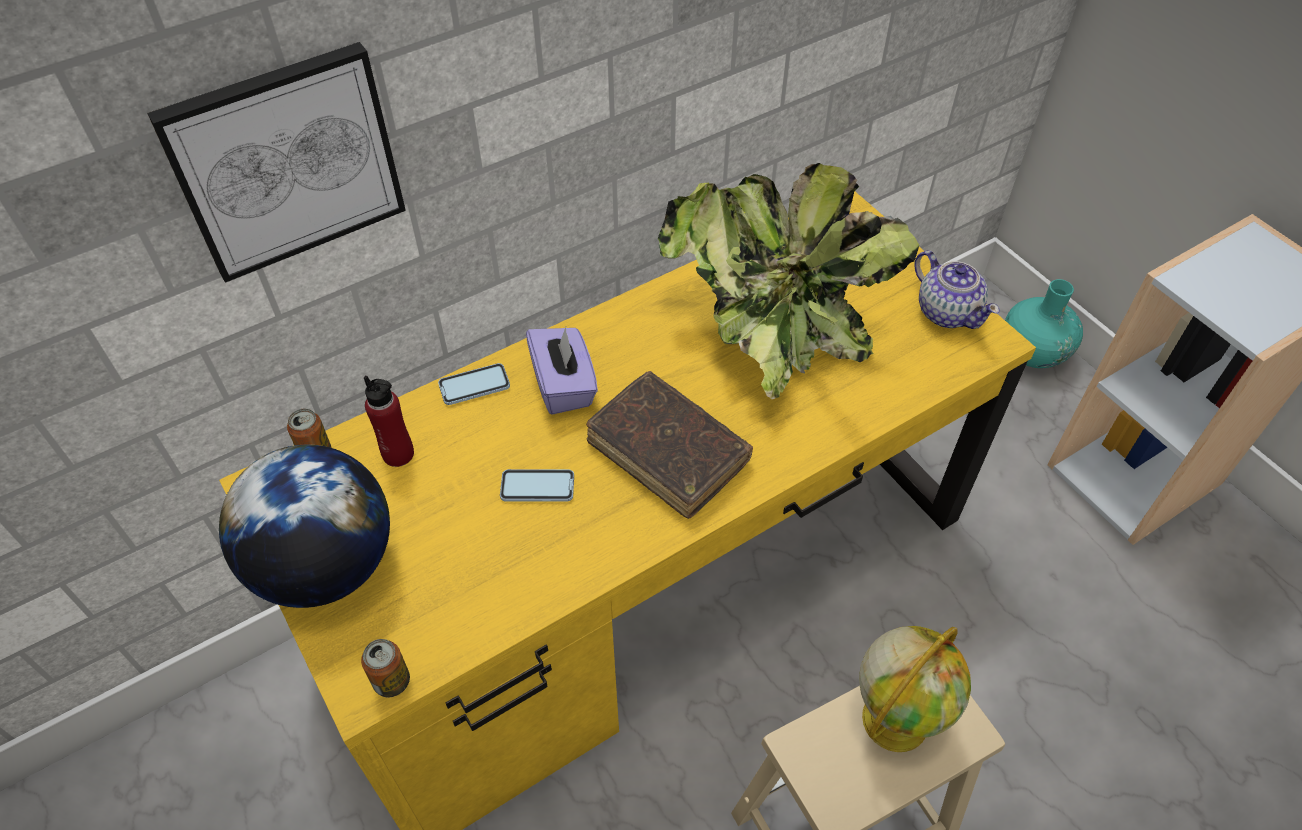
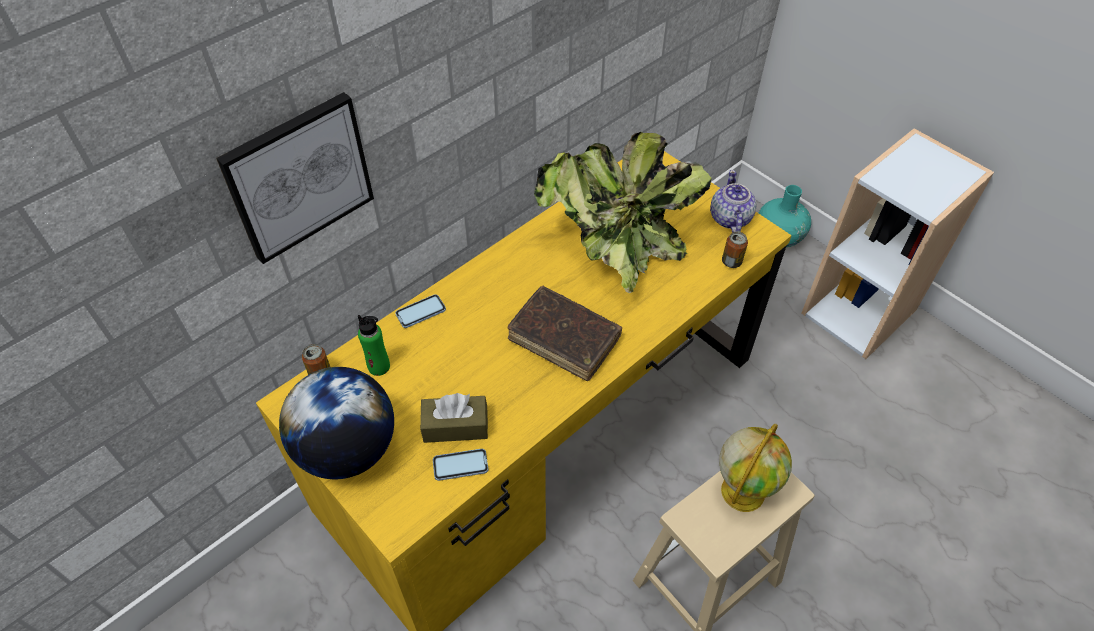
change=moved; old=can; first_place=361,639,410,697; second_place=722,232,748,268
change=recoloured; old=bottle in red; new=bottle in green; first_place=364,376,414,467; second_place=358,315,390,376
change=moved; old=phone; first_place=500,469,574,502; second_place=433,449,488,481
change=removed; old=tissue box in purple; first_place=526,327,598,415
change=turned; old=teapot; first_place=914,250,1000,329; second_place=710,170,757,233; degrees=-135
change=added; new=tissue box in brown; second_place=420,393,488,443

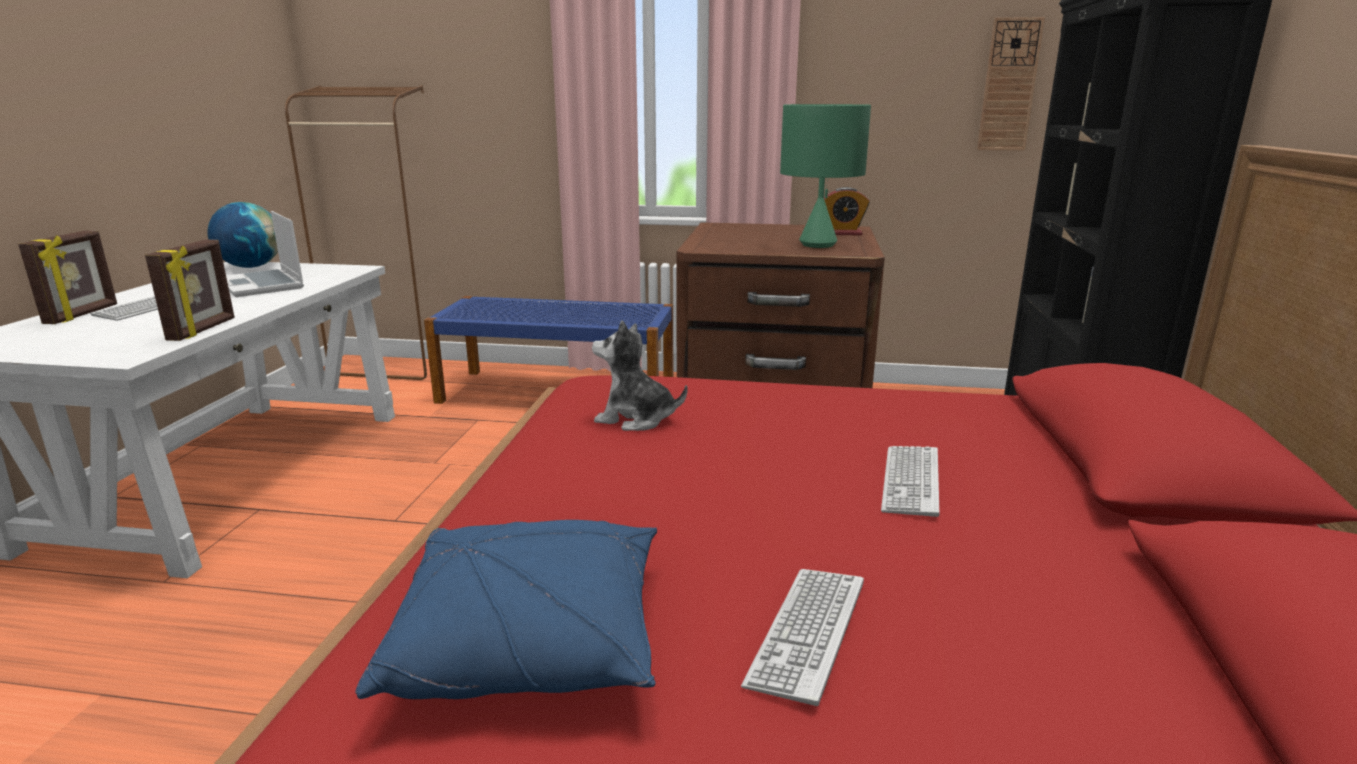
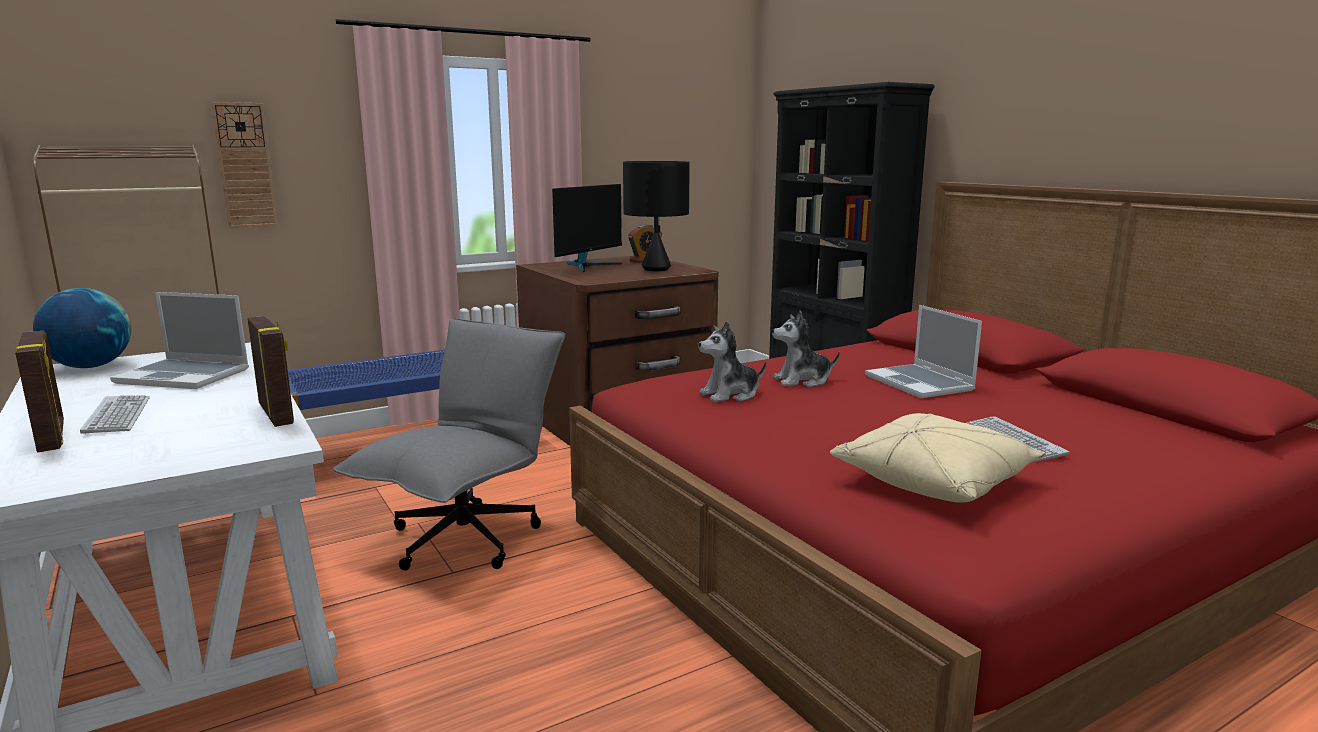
change=recoloured; old=pillow in blue; new=pillow in beige; first_place=355,520,657,699; second_place=830,413,1047,503
change=recoloured; old=table lamp in green; new=table lamp in black; first_place=780,104,871,248; second_place=623,161,690,271
change=replaced; old=keyboard; new=laptop; first_place=881,446,939,517; second_place=865,305,982,398
change=moved; old=wall clock; first_place=977,17,1045,150; second_place=211,102,278,228
change=added; new=office chair in grey; second_place=333,319,565,571
change=added; new=monitor; second_place=552,184,622,272
change=added; new=plush toy; second_place=772,310,840,387

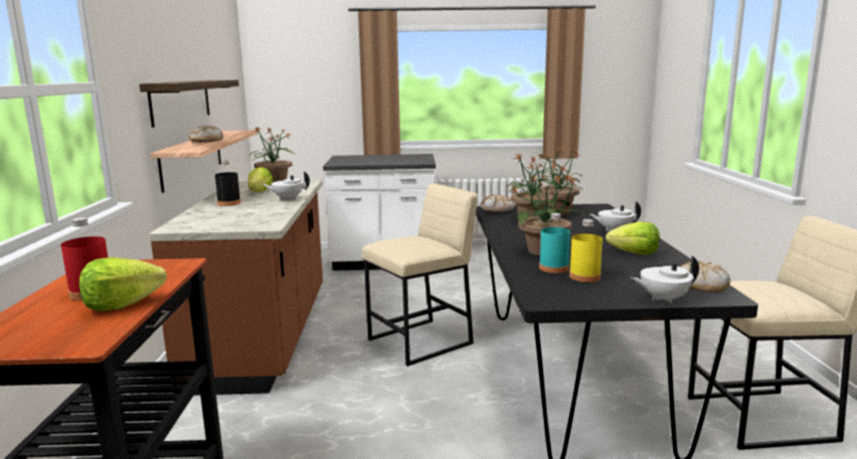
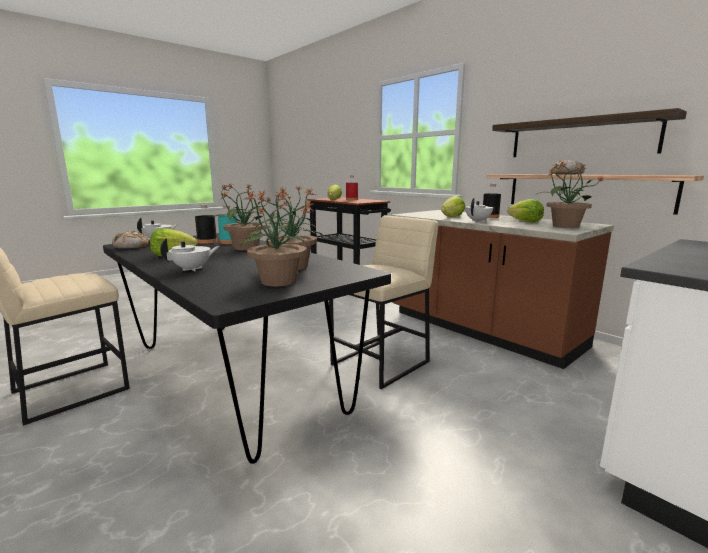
change=turned; old=chair in beige; first_place=362,183,478,366; second_place=329,215,438,389; degrees=-150
change=removed; old=bread; first_place=480,194,514,213
change=recoloured; old=bottle in yellow; new=bottle in black; first_place=569,219,603,282; second_place=195,205,217,244
change=added; new=lettuce; second_place=441,196,465,217

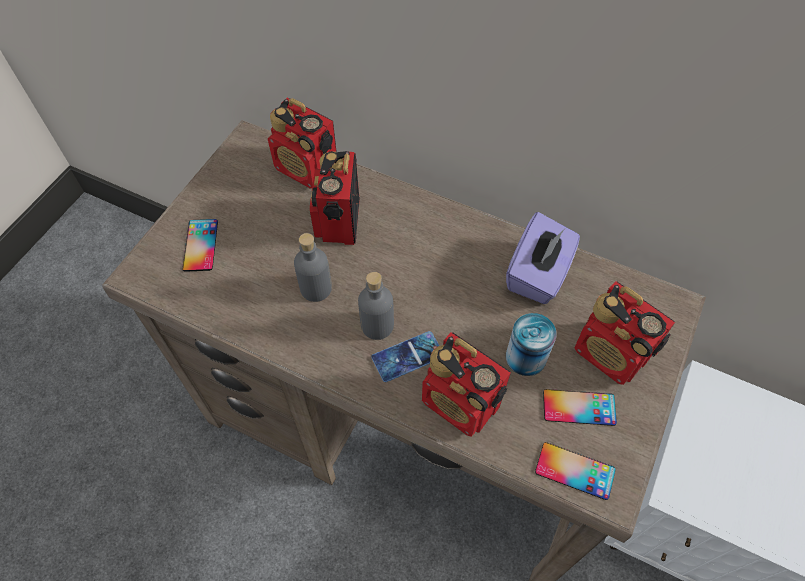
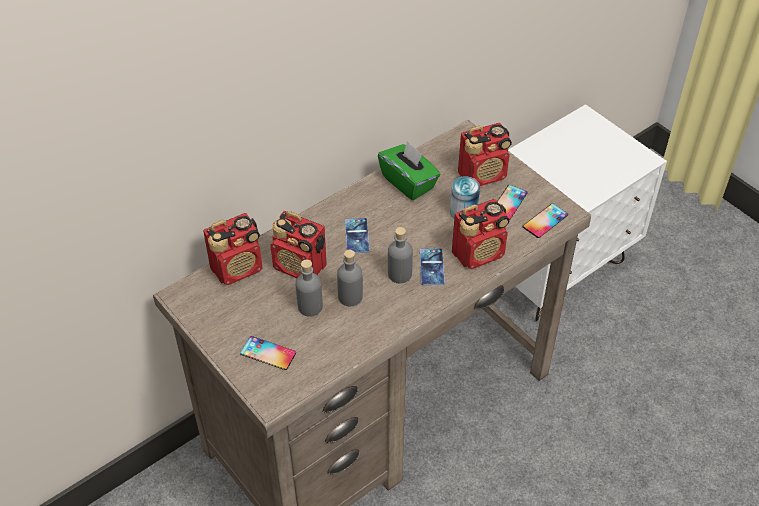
change=recoloured; old=tissue box in purple; new=tissue box in green; first_place=506,212,580,304; second_place=378,141,441,200
change=added; new=bottle in grey; second_place=295,259,323,317
change=added; new=phone; second_place=345,218,370,253

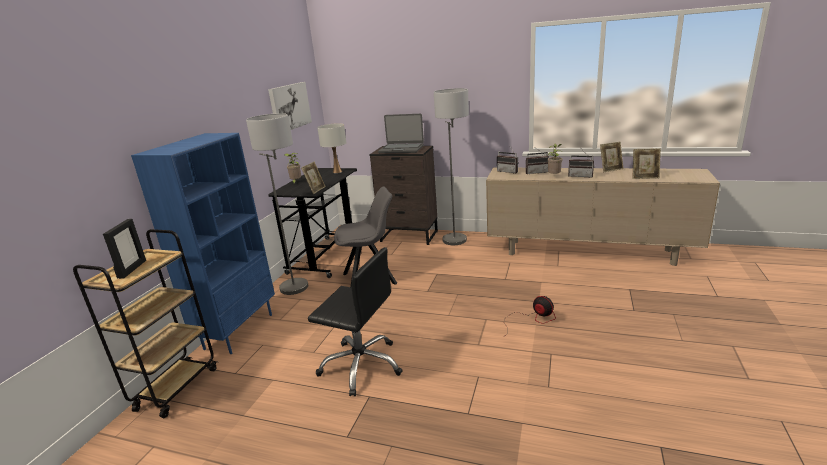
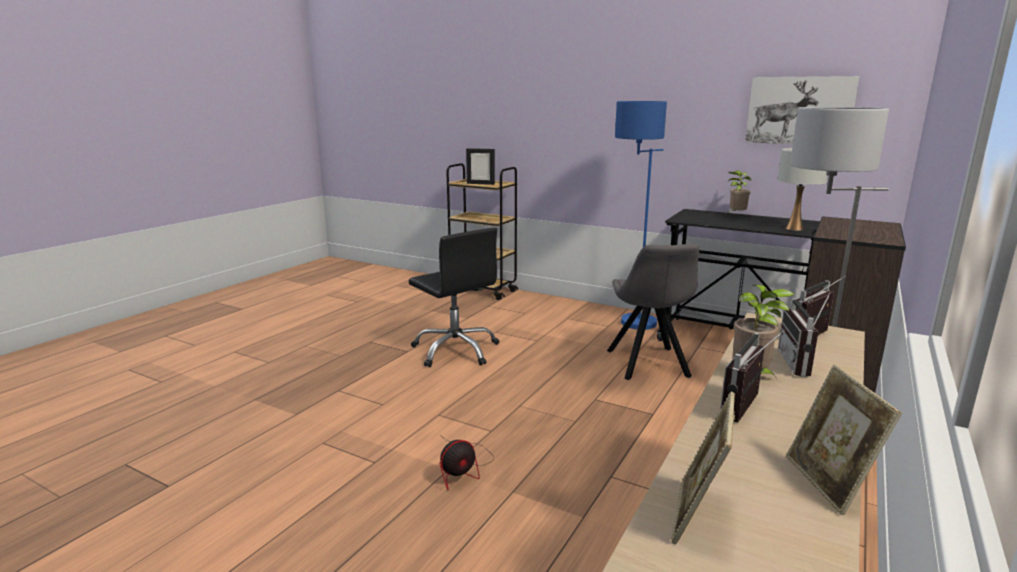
change=removed; old=bookcase in blue; first_place=131,133,275,354
change=recoloured; old=floor lamp in grey; new=floor lamp in blue; first_place=246,113,308,295; second_place=615,101,667,330
change=removed; old=picture frame; first_place=301,162,326,194
change=turned; old=office chair in black; first_place=308,247,403,396; second_place=409,228,499,367; degrees=-75
change=removed; old=laptop; first_place=378,114,424,153

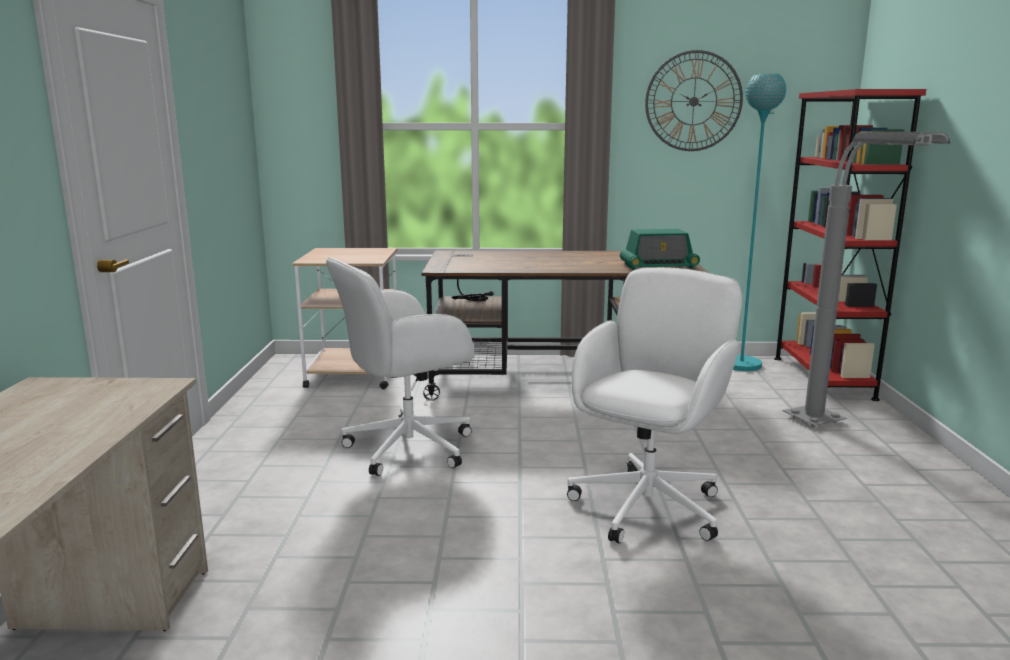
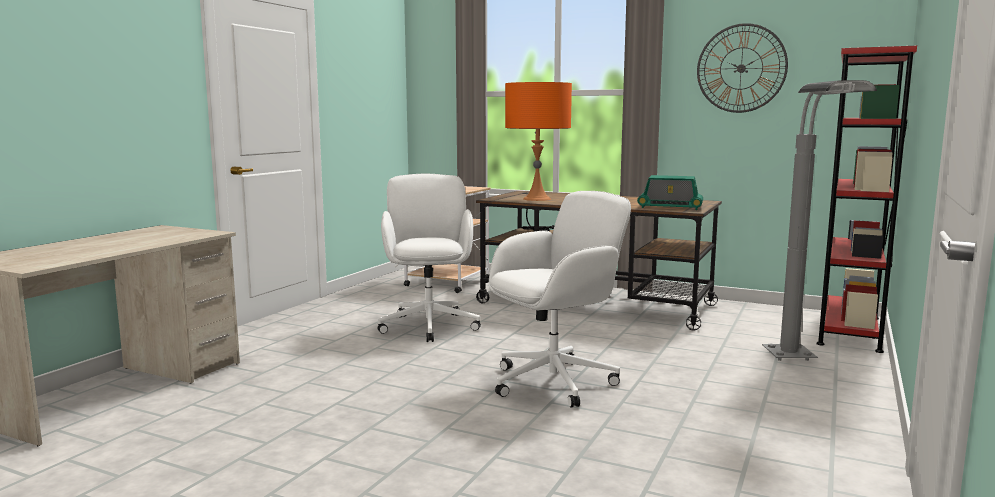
change=turned; old=office chair in white; first_place=326,258,475,476; second_place=378,174,481,342; degrees=90
change=removed; old=floor lamp in turquoise; first_place=733,74,786,371
change=added; new=table lamp in orange; second_place=505,82,572,201

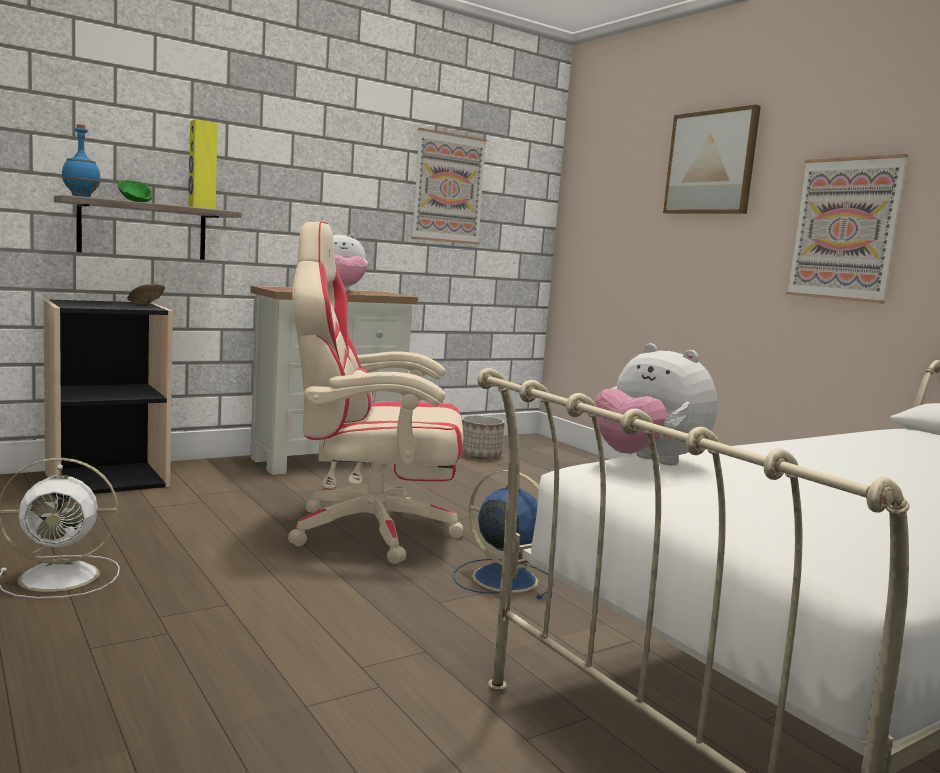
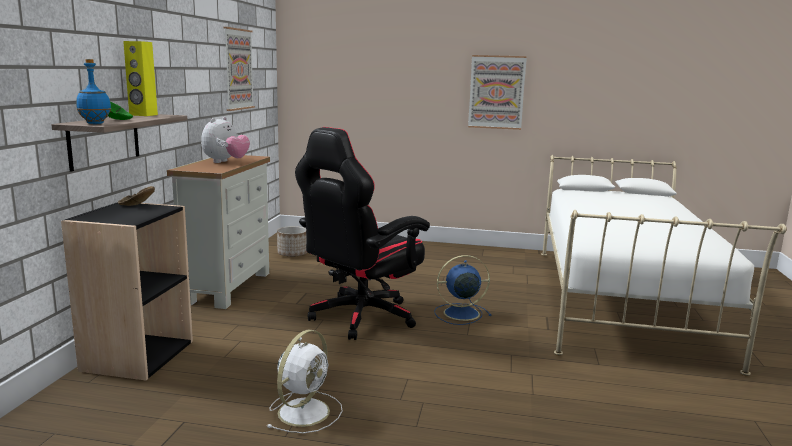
change=recoloured; old=office chair in beige; new=office chair in black; first_place=288,221,463,564; second_place=295,127,430,340
change=removed; old=plush toy; first_place=594,343,718,465
change=removed; old=picture; first_place=663,105,761,214

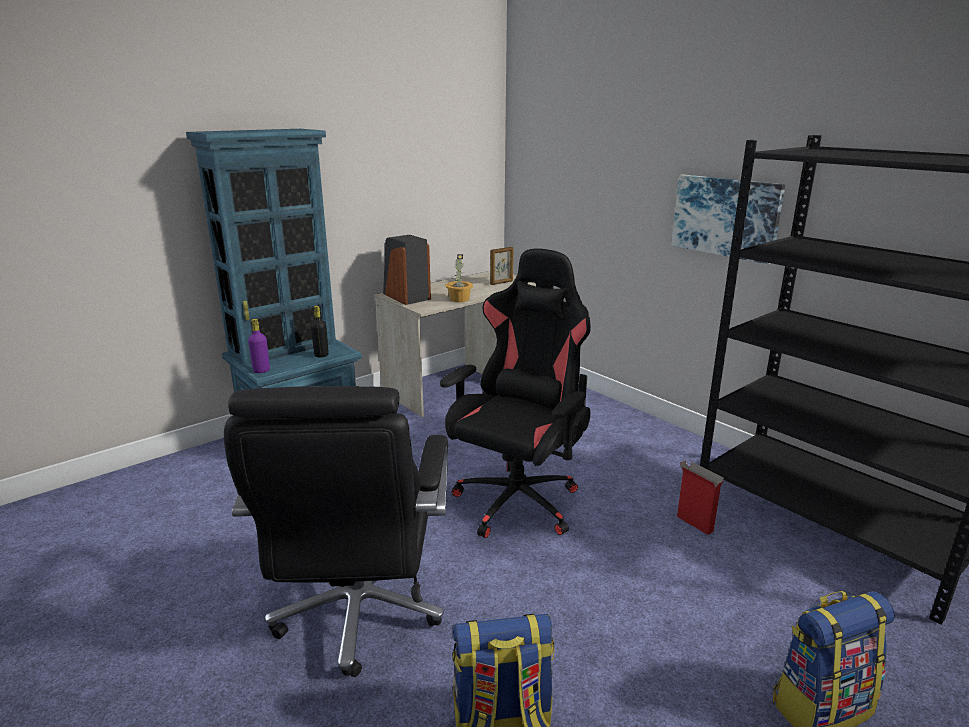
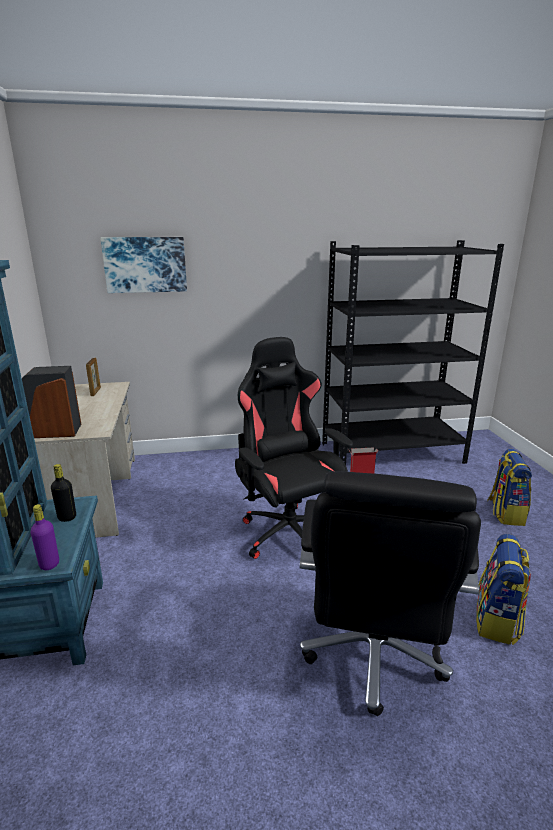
change=turned; old=office chair in black; first_place=224,386,448,677; second_place=300,471,481,716; degrees=75
change=removed; old=potted plant; first_place=446,254,473,302
change=moved; old=picture; first_place=671,175,785,264; second_place=100,237,187,293

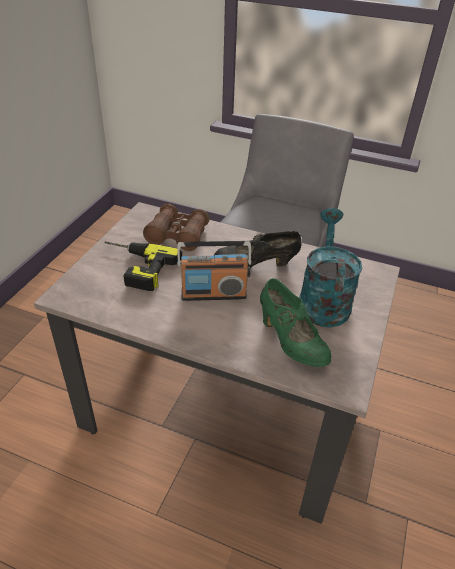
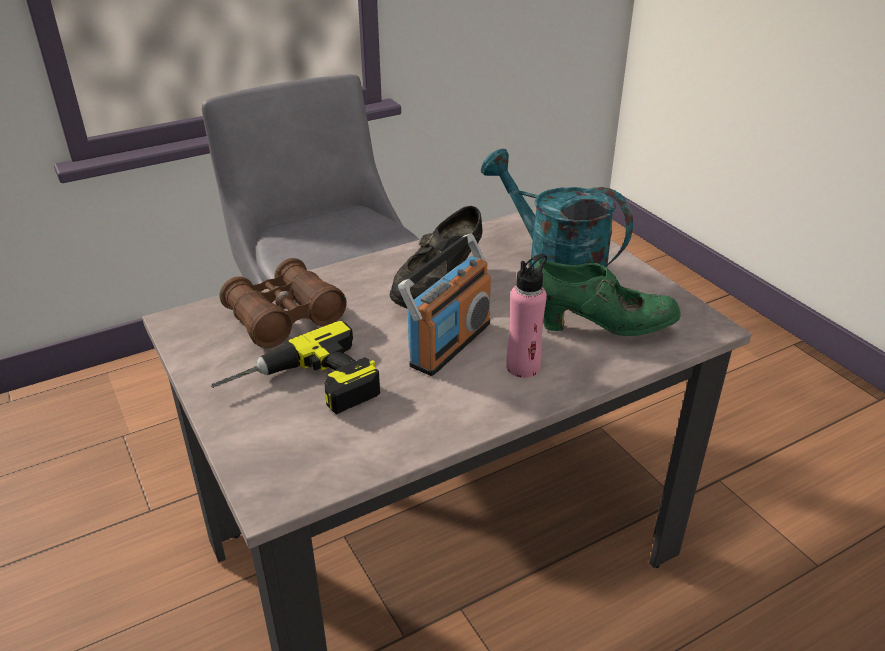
change=added; new=bottle in pink; second_place=506,254,547,378

